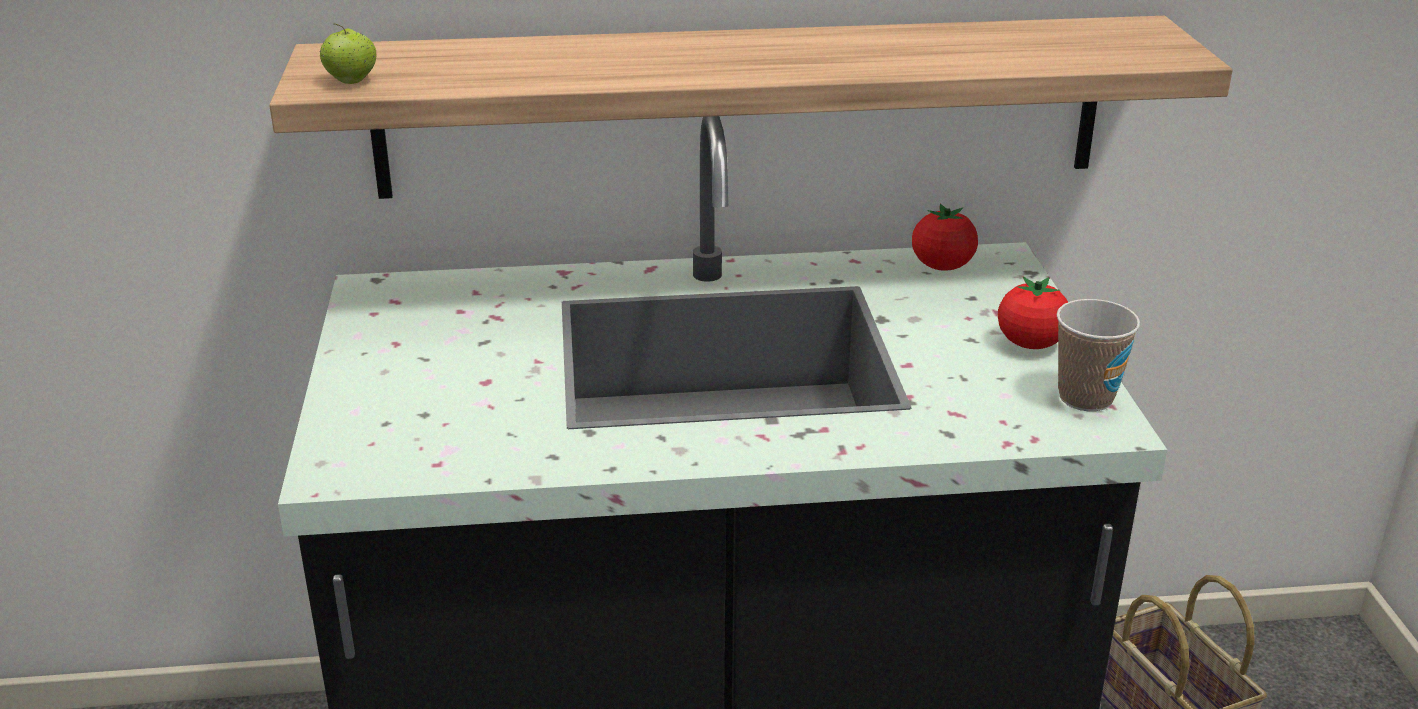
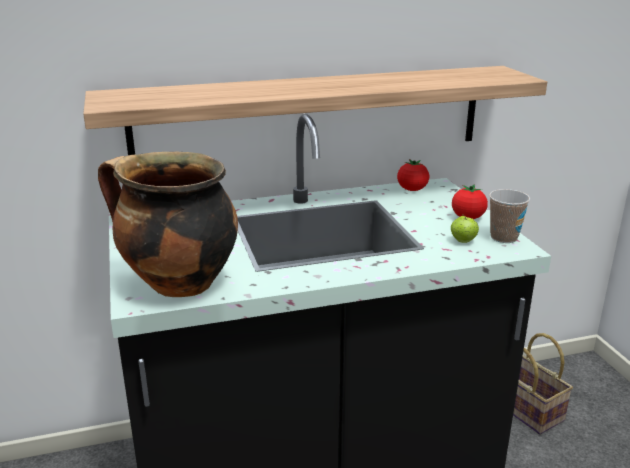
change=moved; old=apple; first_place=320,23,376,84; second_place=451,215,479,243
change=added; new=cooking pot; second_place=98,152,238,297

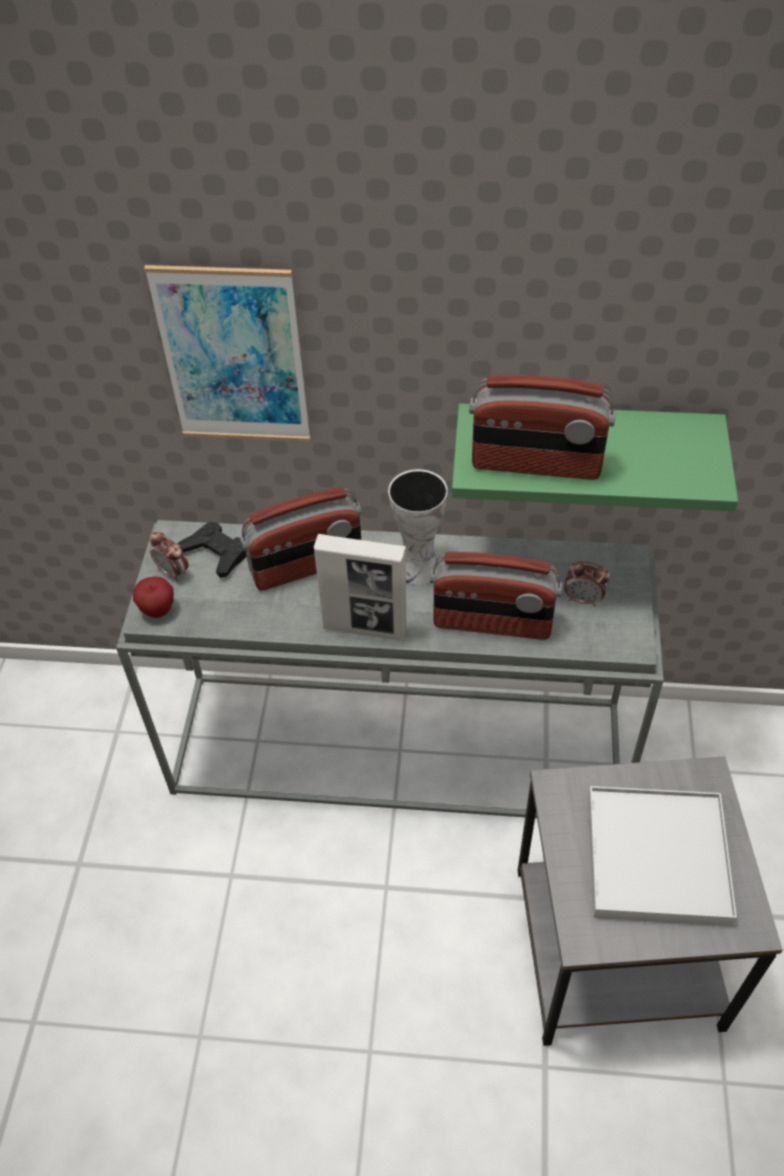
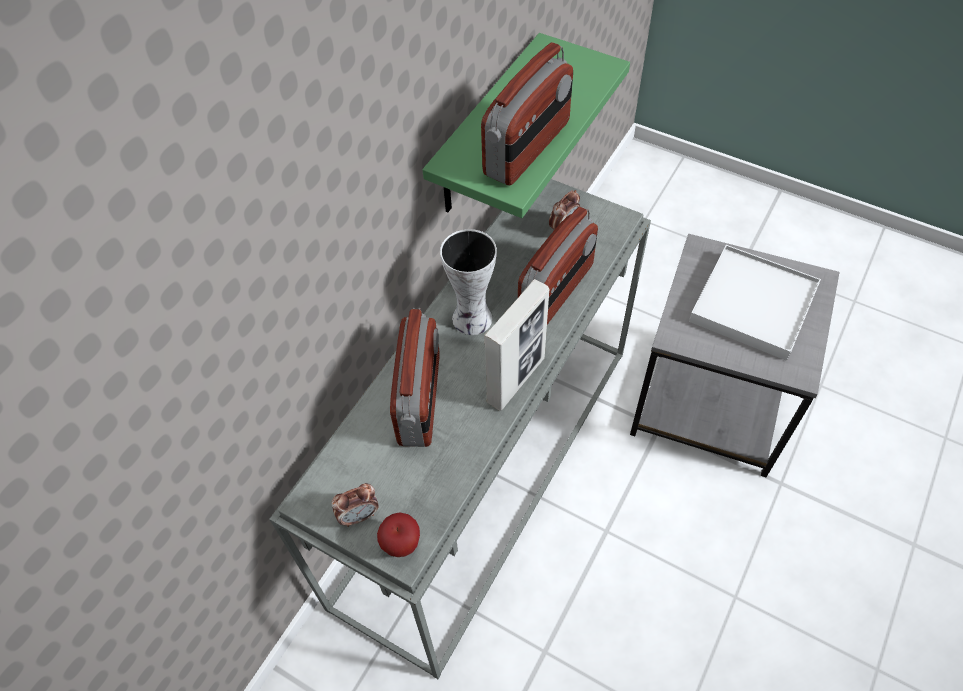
change=removed; old=picture; first_place=144,265,310,441
change=removed; old=game controller in black; first_place=178,522,246,578

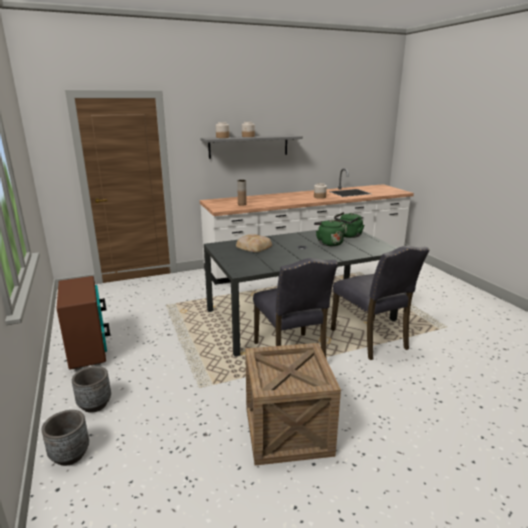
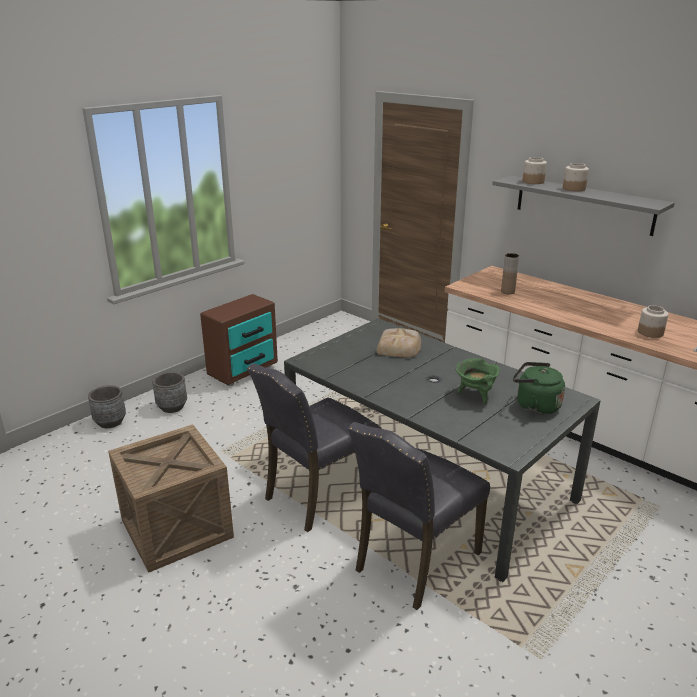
change=replaced; old=kettle in green; new=cooking pot in green; first_place=314,220,344,246; second_place=455,358,500,405

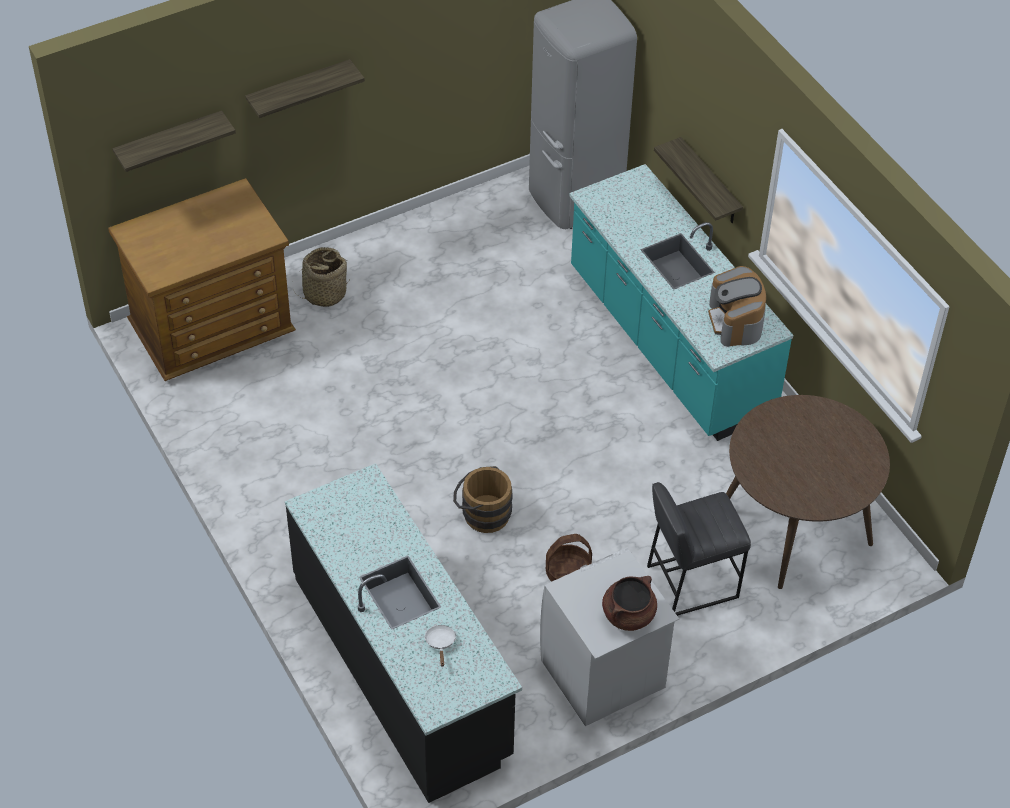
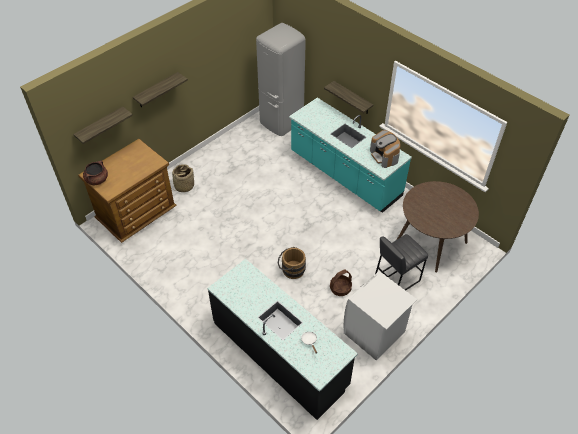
change=moved; old=cooking pot in brown; first_place=602,576,657,631; second_place=83,161,108,185

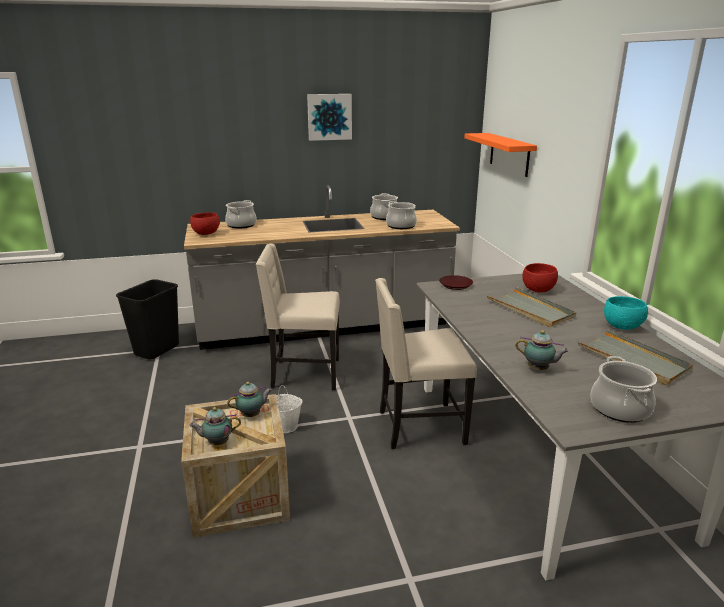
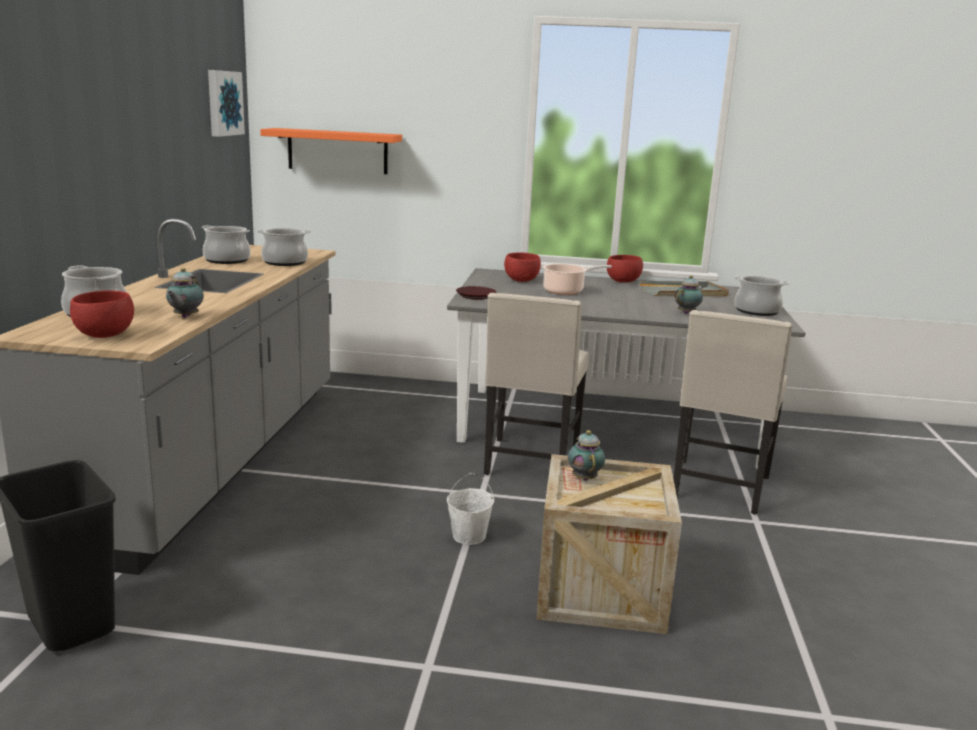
change=moved; old=teapot; first_place=189,407,241,445; second_place=166,268,204,318
change=moved; old=chair in beige; first_place=256,244,340,390; second_place=673,310,793,515
change=moved; old=picture; first_place=307,94,352,141; second_place=208,70,245,137
change=replaced; old=tray in grey; new=cooking pot; first_place=487,287,576,327; second_place=543,264,612,295
change=recoloured; old=bowl in turquoise; new=bowl in red; first_place=604,296,648,330; second_place=607,255,643,283

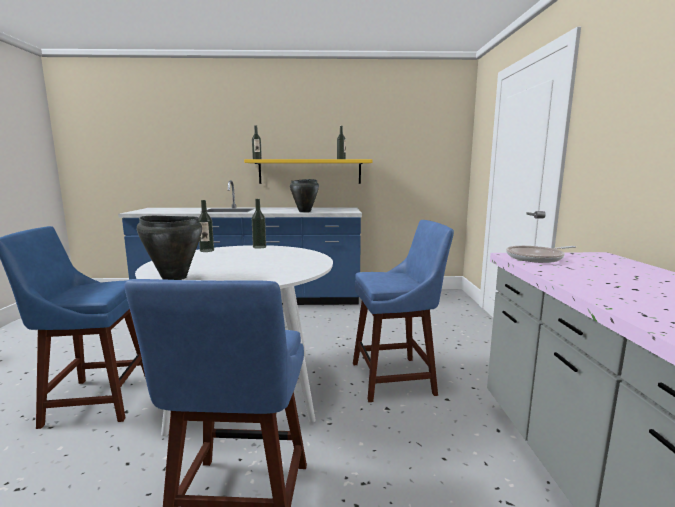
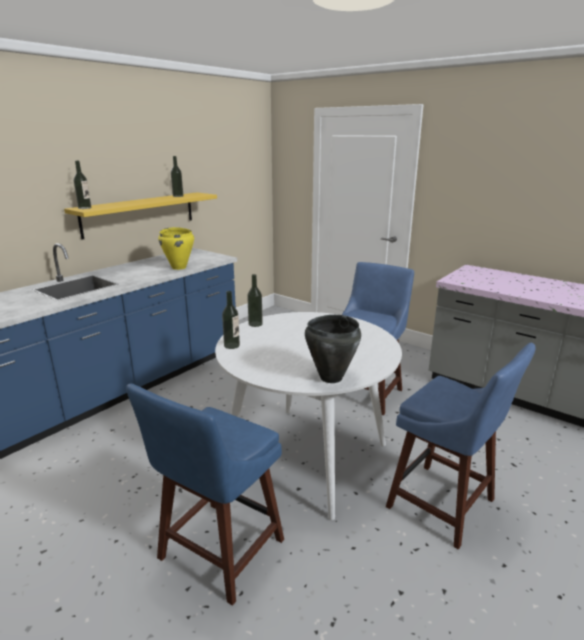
change=recoloured; old=cooking pot in black; new=cooking pot in yellow; first_place=290,179,319,212; second_place=158,227,194,270
change=removed; old=frying pan; first_place=506,246,576,263

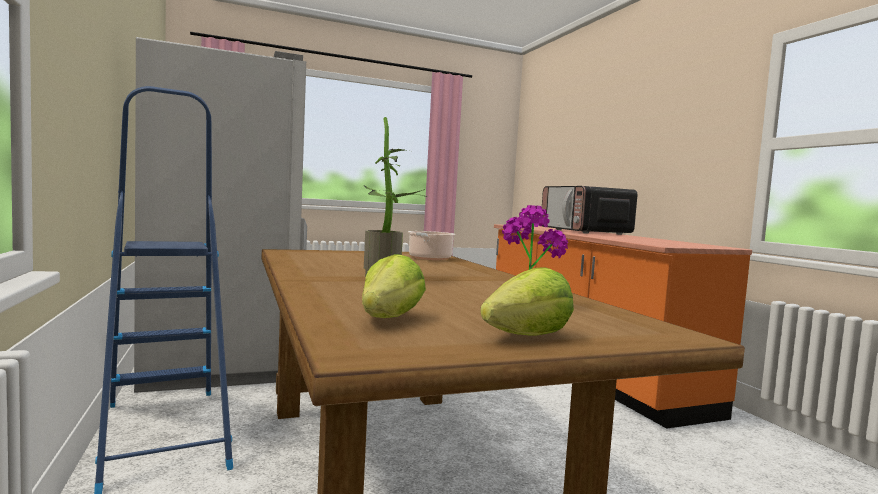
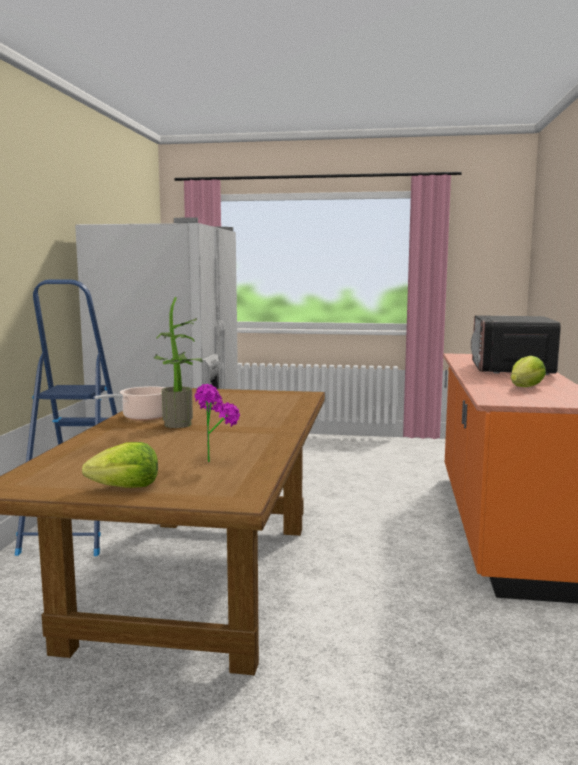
change=moved; old=lettuce; first_place=362,254,426,318; second_place=511,356,546,387
change=moved; old=cooking pot; first_place=408,231,456,260; second_place=95,386,165,421

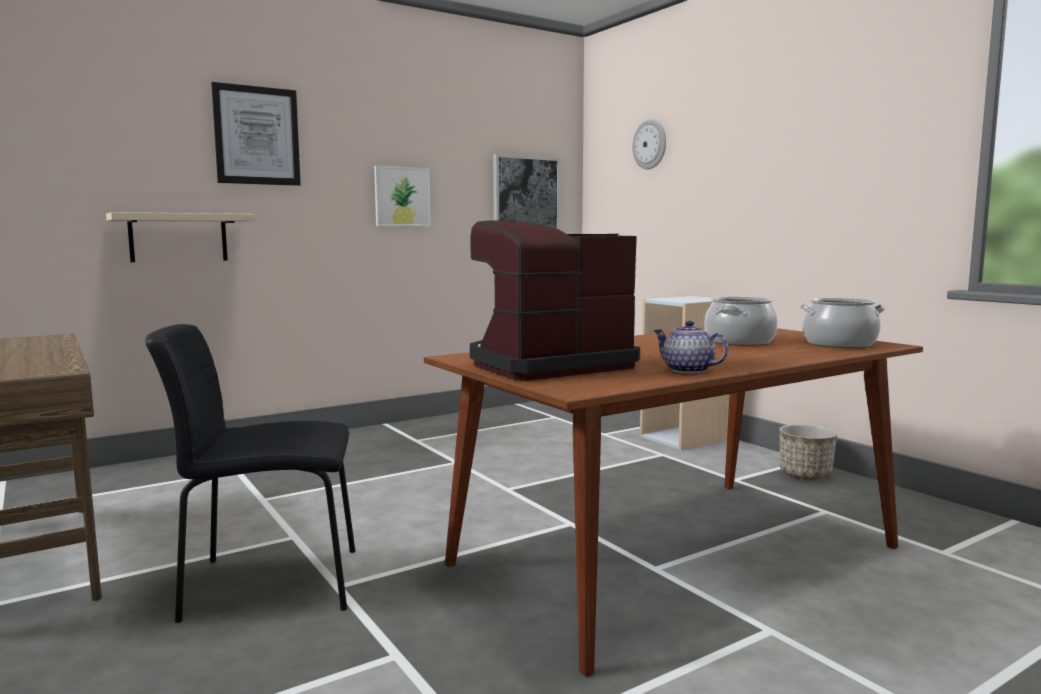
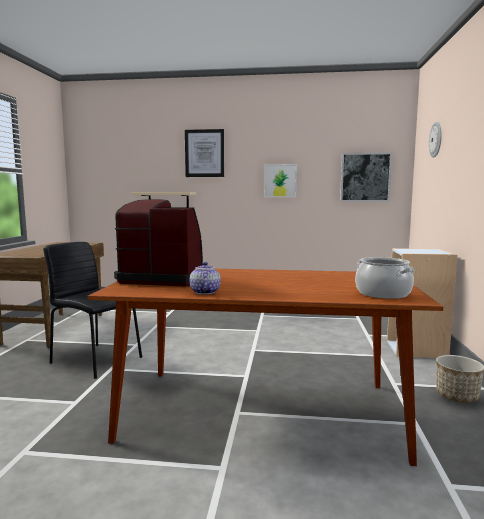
change=removed; old=cooking pot; first_place=704,297,778,346

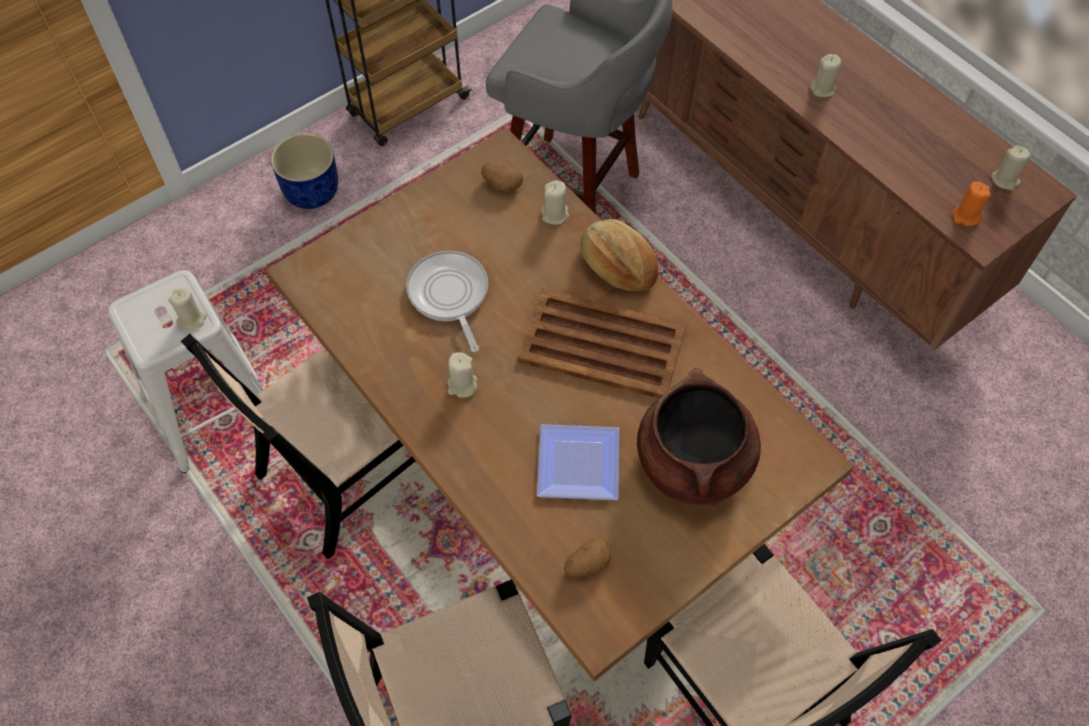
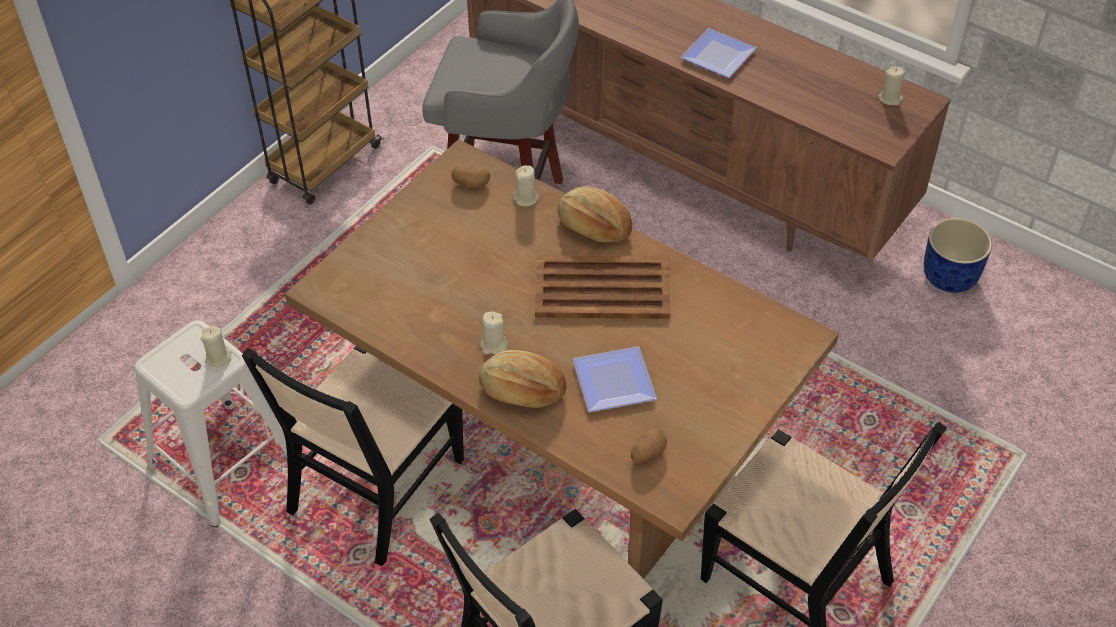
change=moved; old=planter in blue; first_place=271,133,338,209; second_place=924,218,992,293
change=removed; old=frying pan; first_place=406,251,488,352
change=removed; old=cooking pot in brown; first_place=637,368,761,506
change=replaced; old=candle in beige; new=plate; first_place=810,54,841,97; second_place=680,28,757,78
change=removed; old=candle in orange; first_place=952,182,991,226
change=added; new=bread; second_place=479,350,567,408

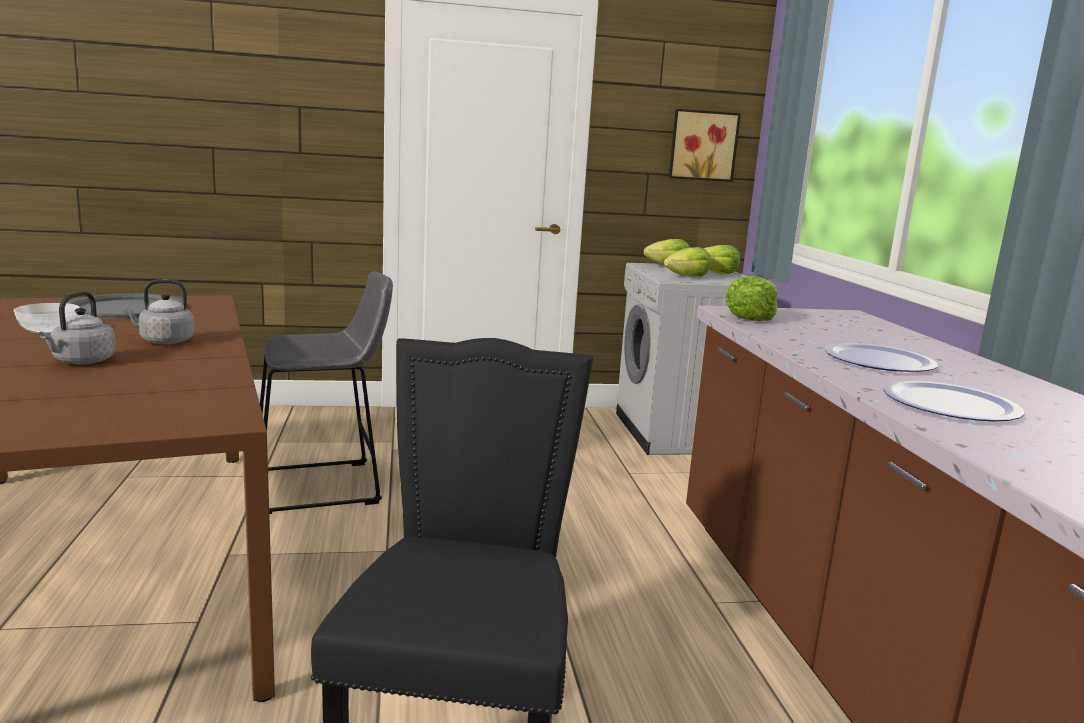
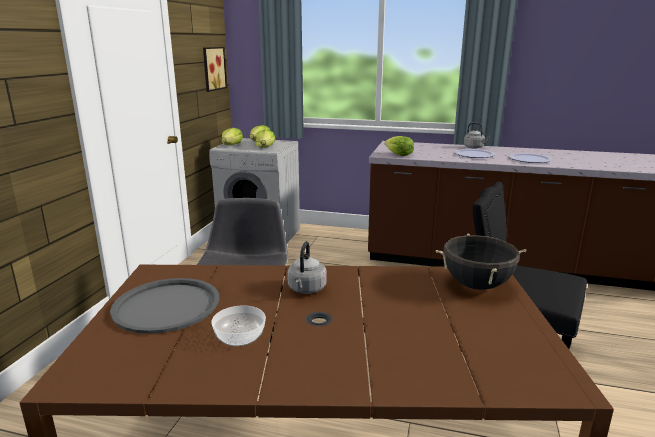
change=moved; old=kettle in grey; first_place=39,291,116,364; second_place=464,122,490,149
change=added; new=cooking pot in black; second_place=435,233,526,290

